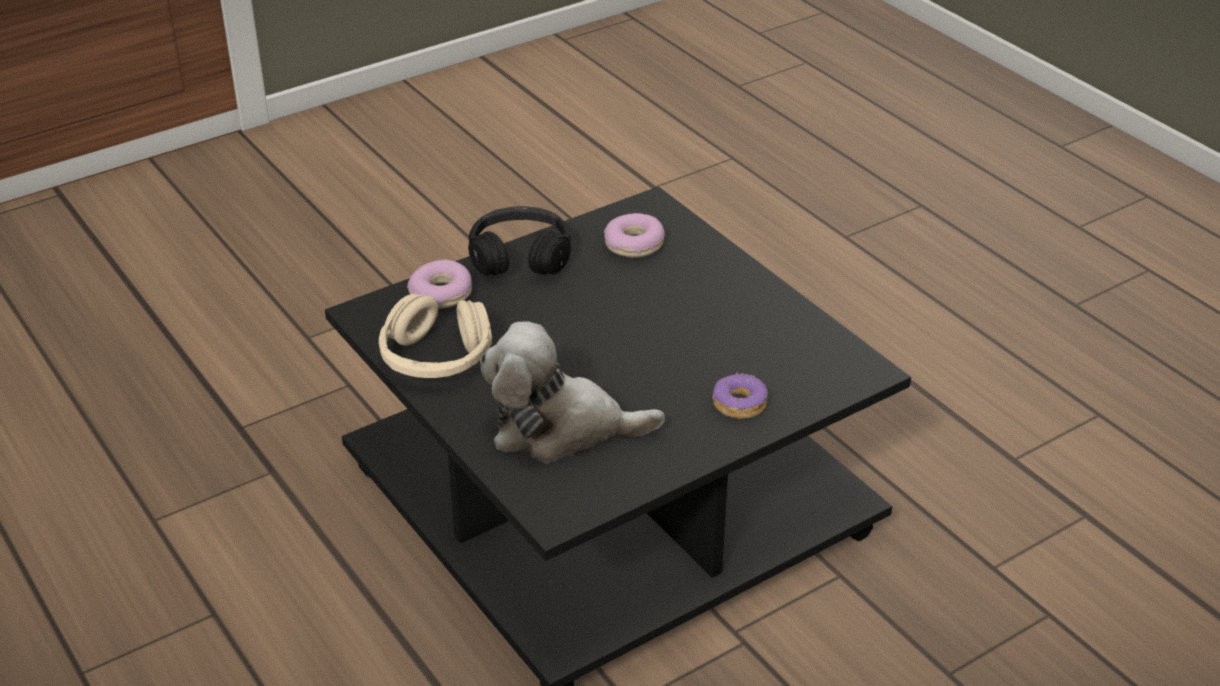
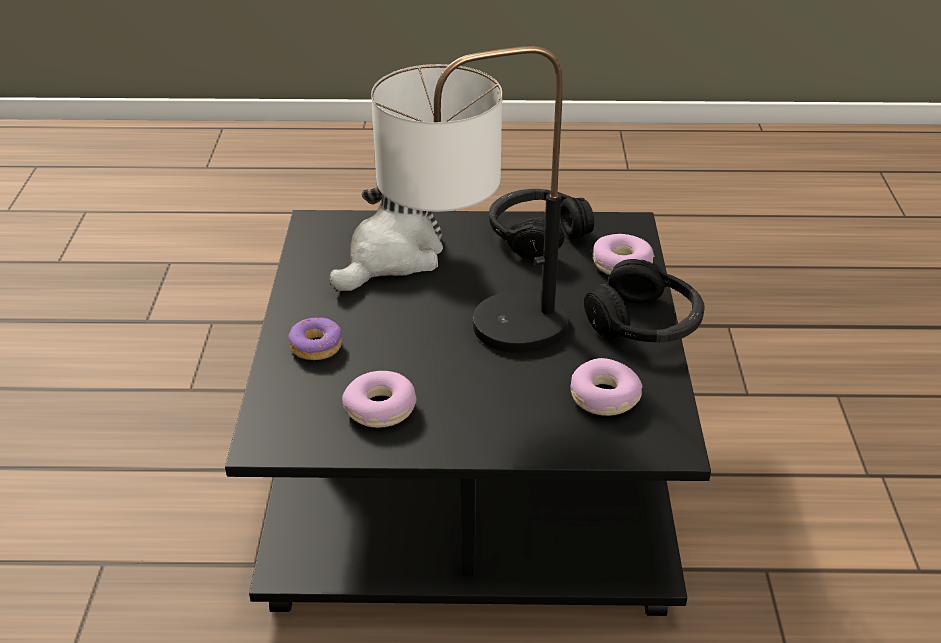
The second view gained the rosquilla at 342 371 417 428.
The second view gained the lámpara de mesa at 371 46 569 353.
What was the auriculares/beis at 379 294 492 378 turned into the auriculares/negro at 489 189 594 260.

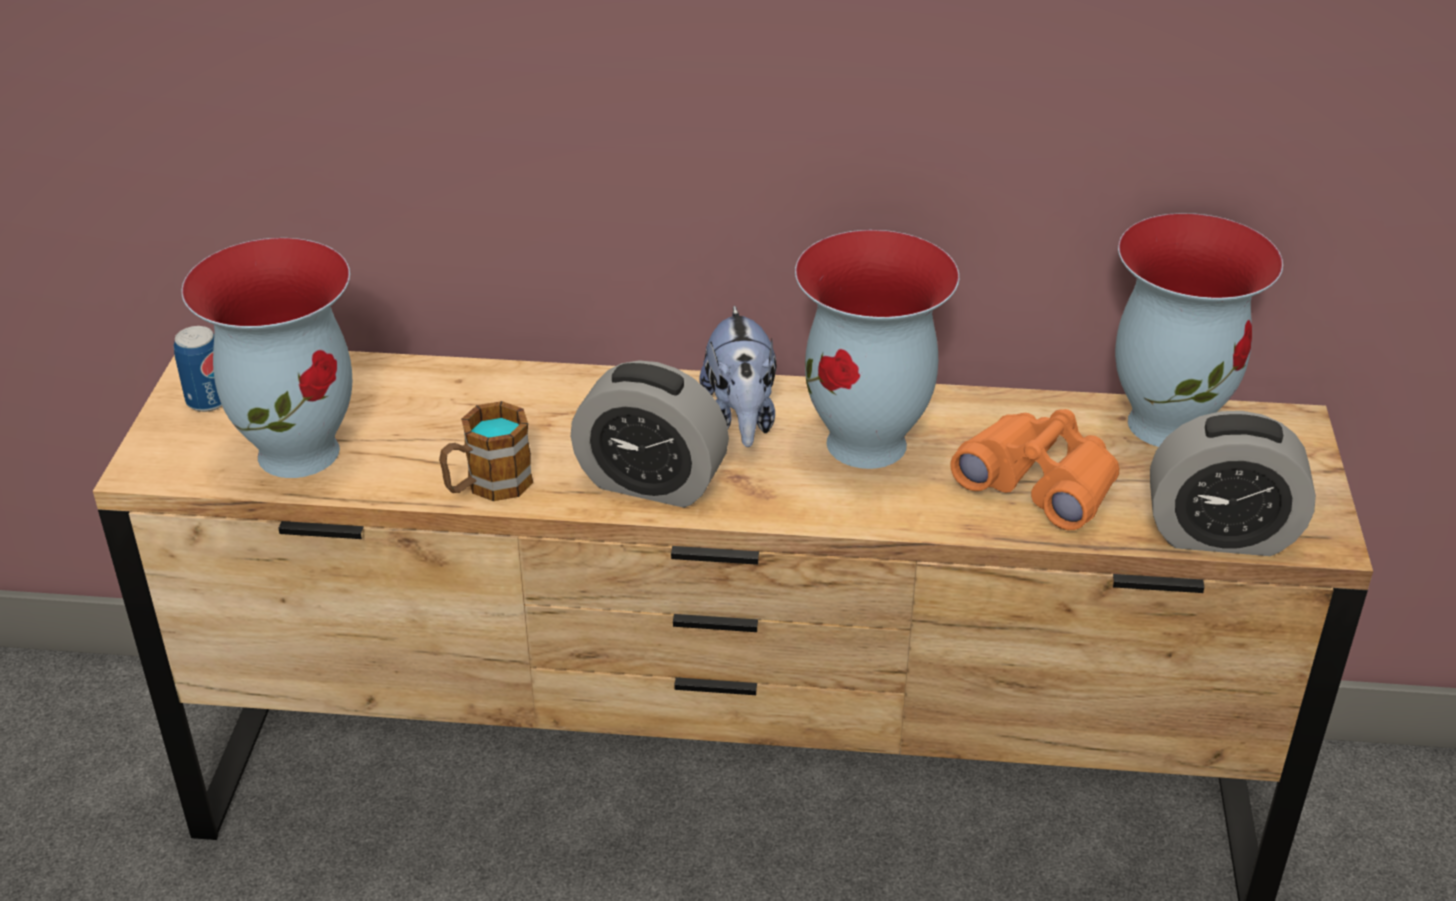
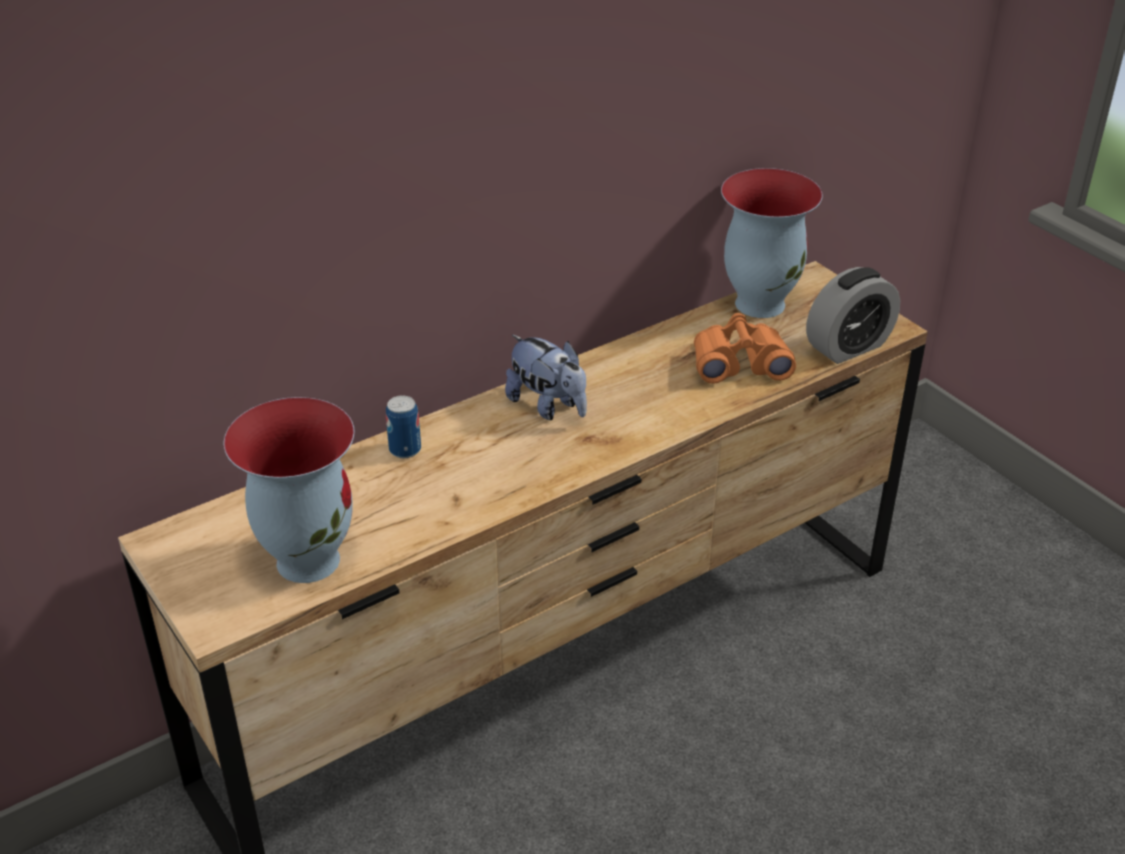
The second view lost the taza grande at 439 401 533 501.
The second view lost the despertador at 571 360 729 508.
The second view lost the florero at 795 230 959 469.
The lata ended up elsewhere, having gone from 174 326 222 412 to 386 395 421 458.

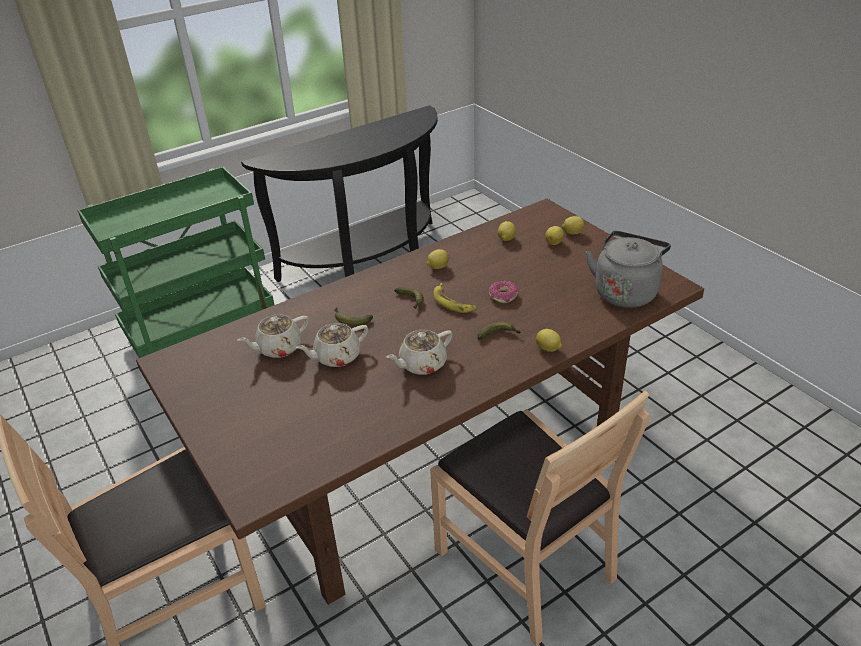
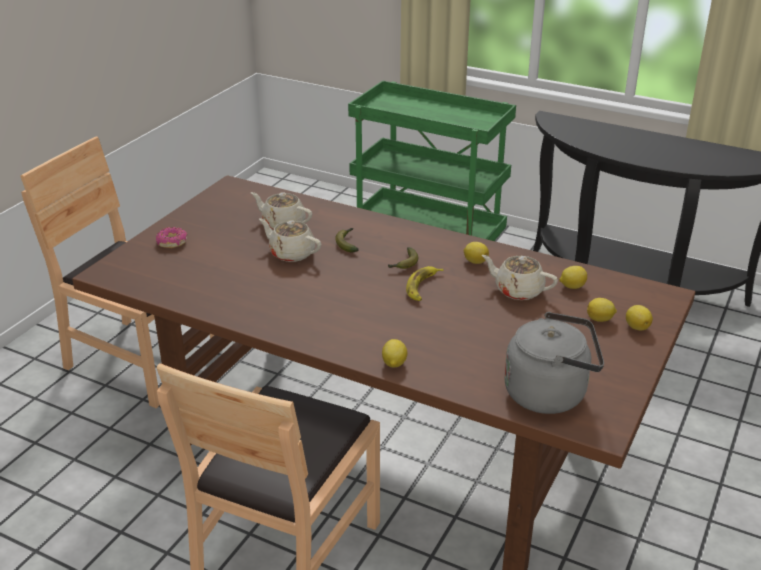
The second view lost the plátano at 478 321 521 340.
The tetera/beis ended up elsewhere, having gone from 386 330 453 375 to 482 255 558 300.
The rosquilla ended up elsewhere, having gone from 489 281 519 303 to 156 227 188 248.

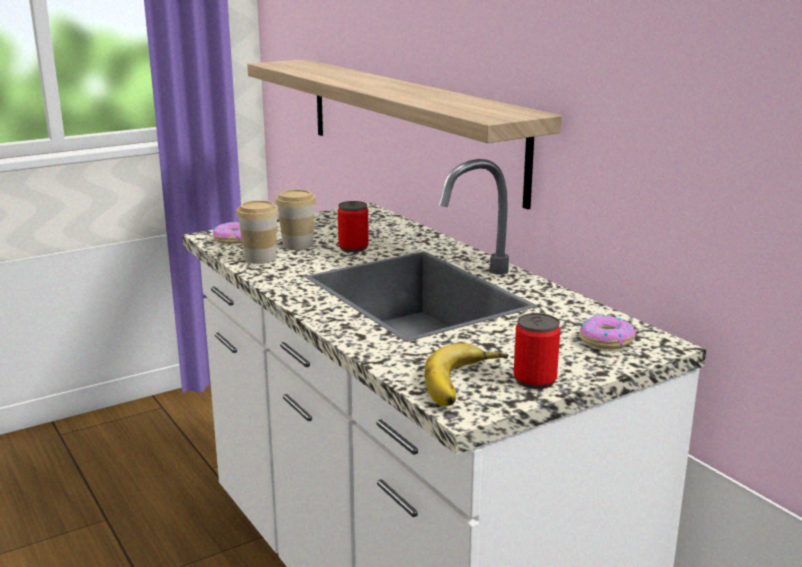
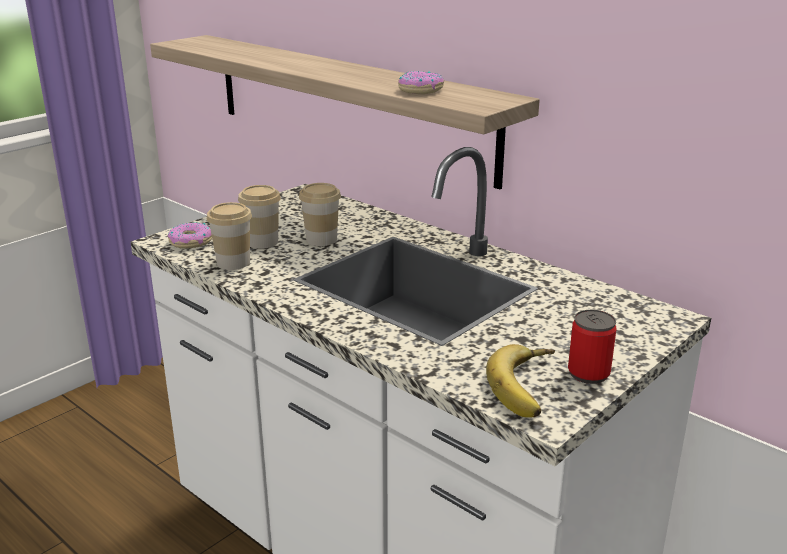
The rosquilla ended up elsewhere, having gone from 580 315 636 349 to 398 71 444 94.
Where the lata stood at 338 201 369 252, the taza came to stand at 299 183 341 246.

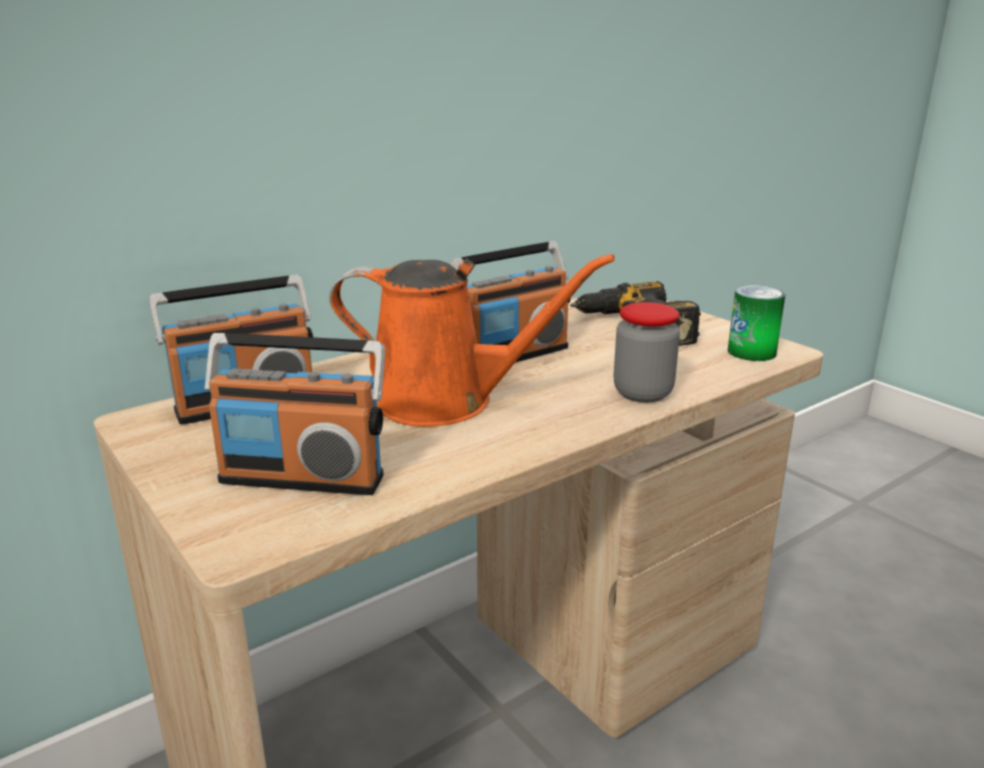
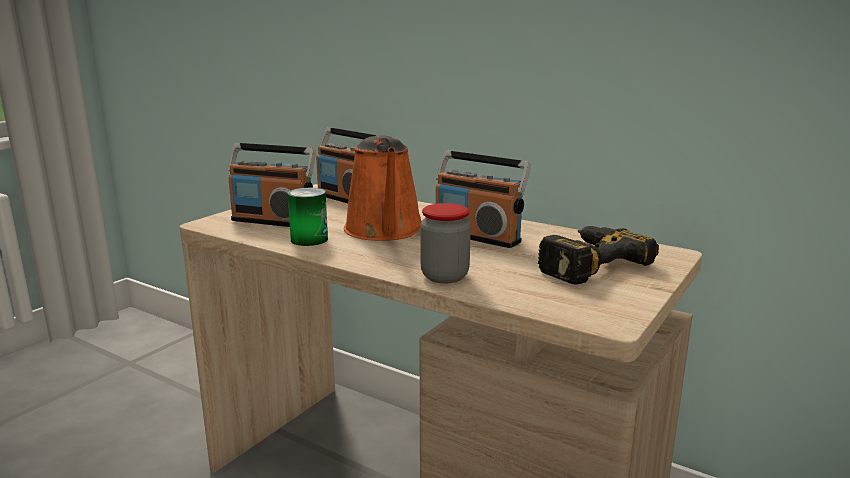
The lata ended up elsewhere, having gone from 728 285 786 361 to 288 188 328 246.
The radio at 204 333 385 495 ended up facing another way, 60 degrees counterclockwise from before.

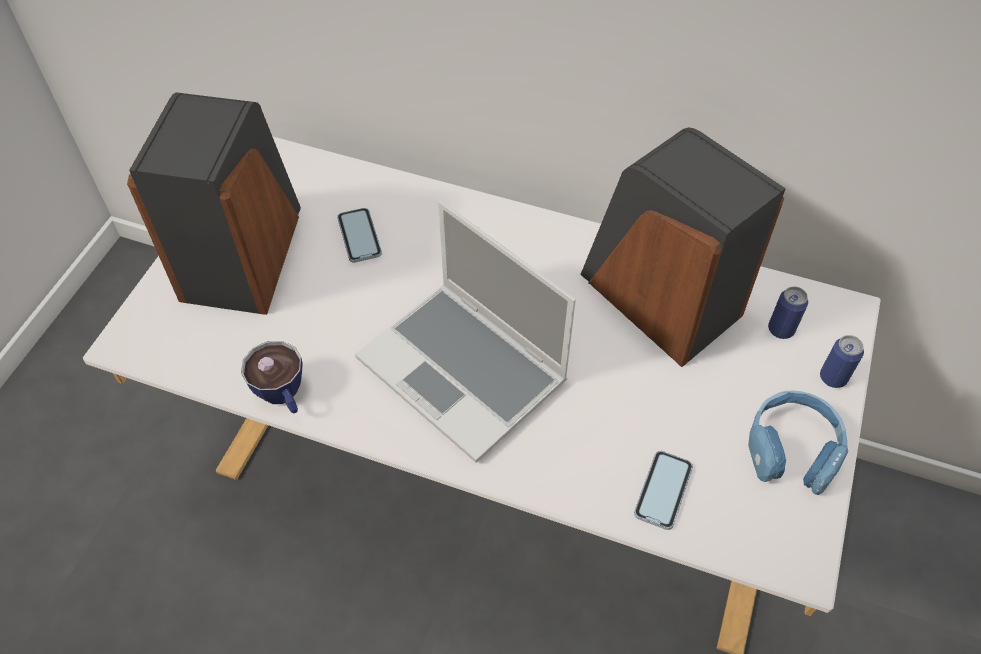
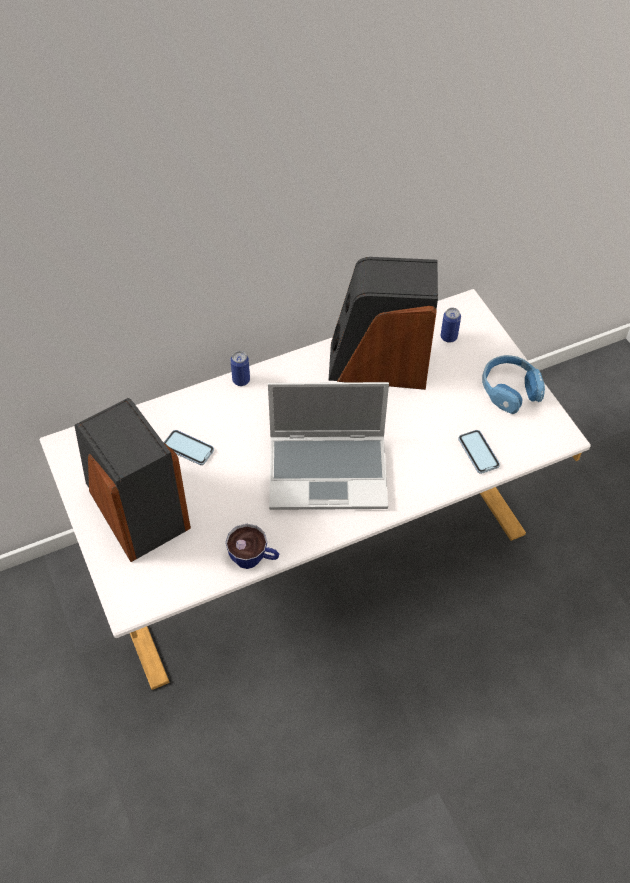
The lata ended up elsewhere, having gone from 820 335 864 388 to 231 351 250 386.

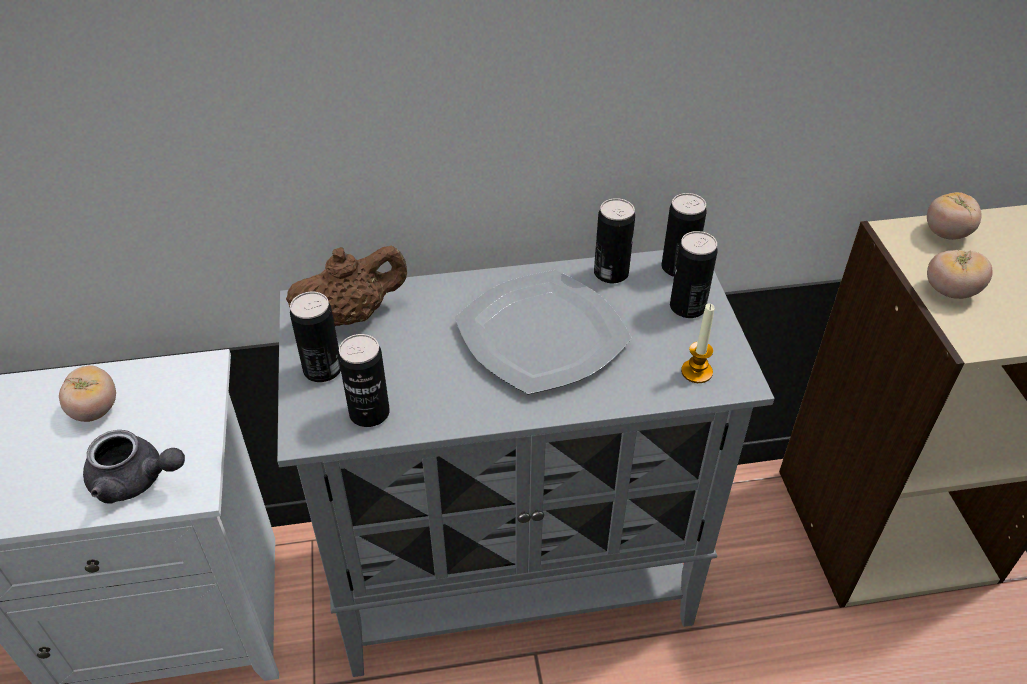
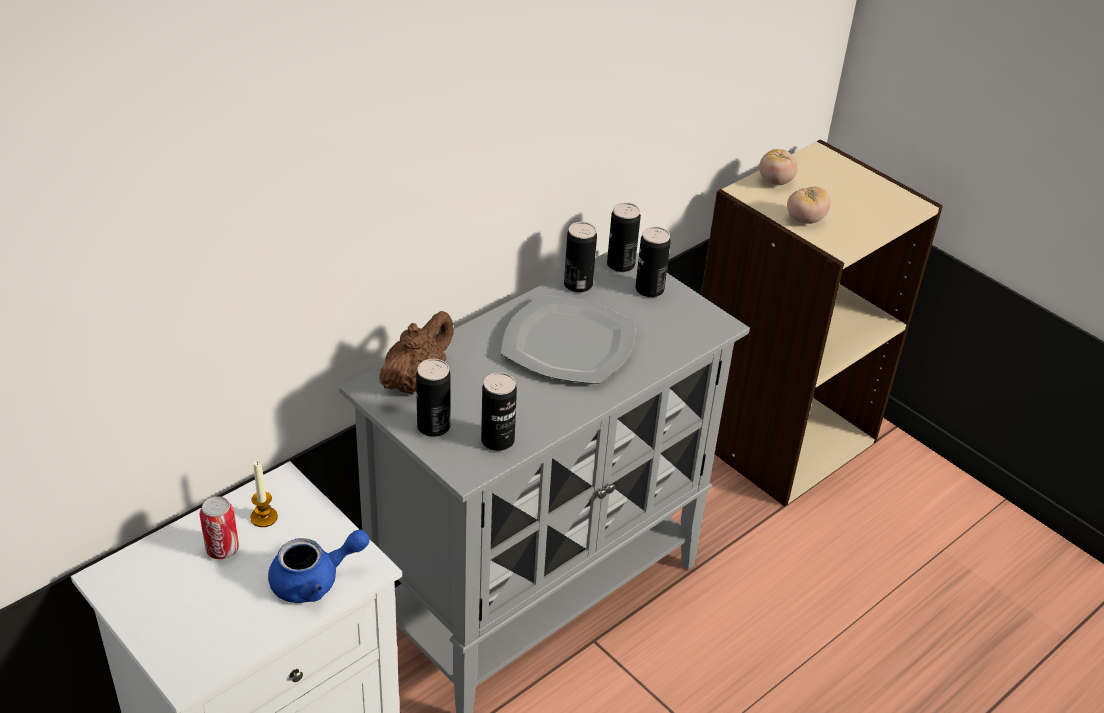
The vela ended up elsewhere, having gone from 681 304 715 383 to 250 460 278 527.
Where the tomate stood at 59 366 116 422, the lata came to stand at 200 496 239 559.
What was the tetera/gris at 83 430 185 504 turned into the tetera/azul at 268 530 369 603.

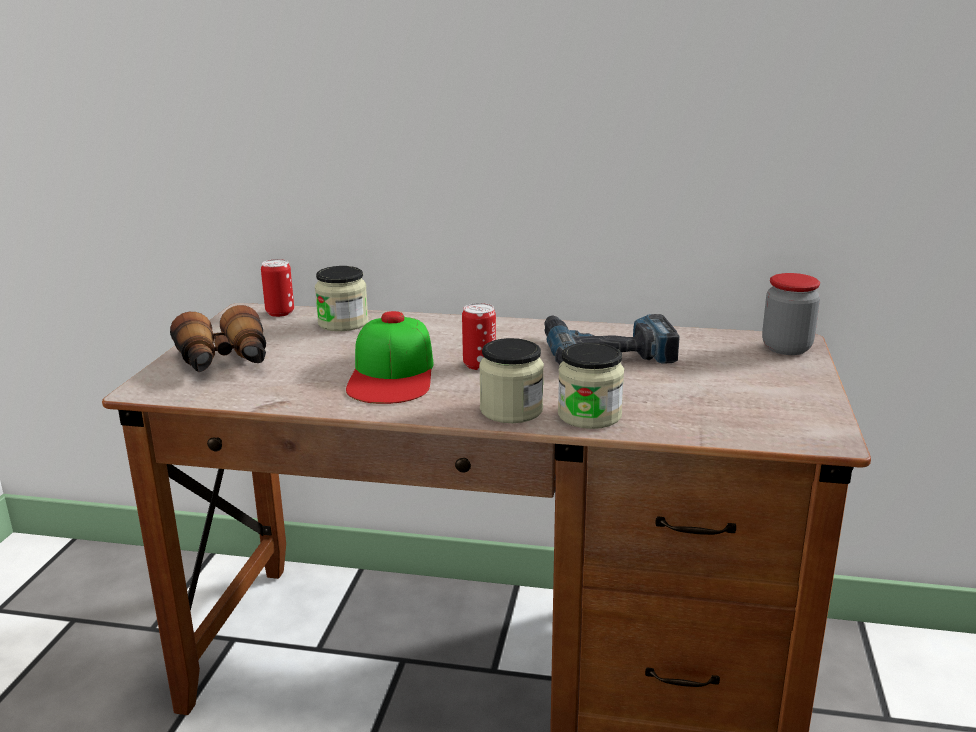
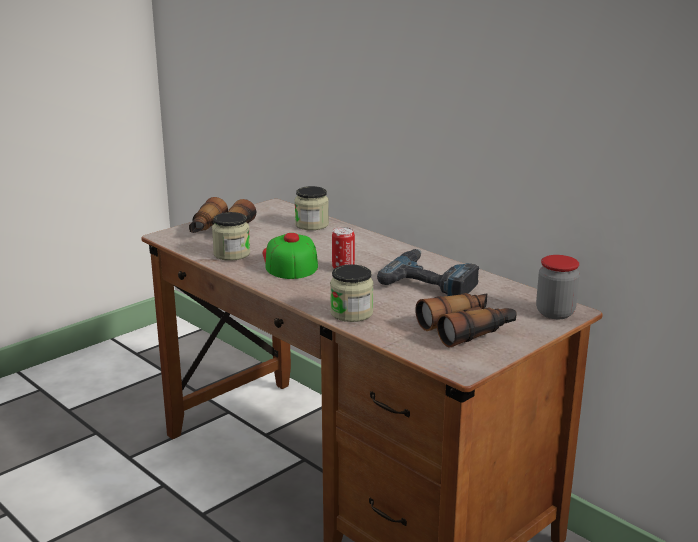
The second view lost the lata at 261 259 294 317.
The second view gained the prismáticos at 415 293 517 347.
The tarro ended up elsewhere, having gone from 479 338 544 423 to 212 212 250 261.
The gorra at 346 311 434 404 ended up facing another way, 135 degrees clockwise from before.

